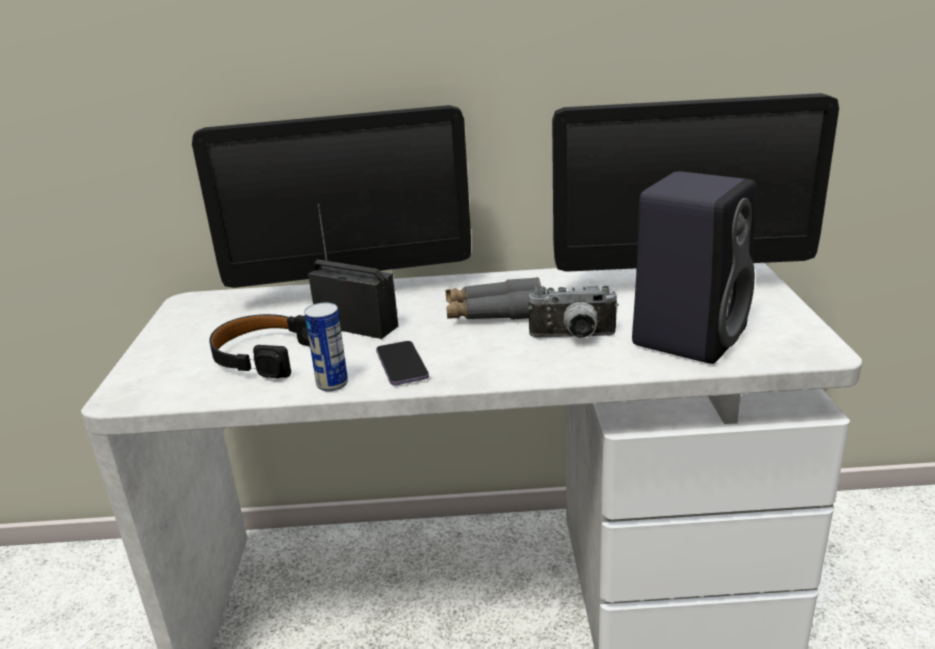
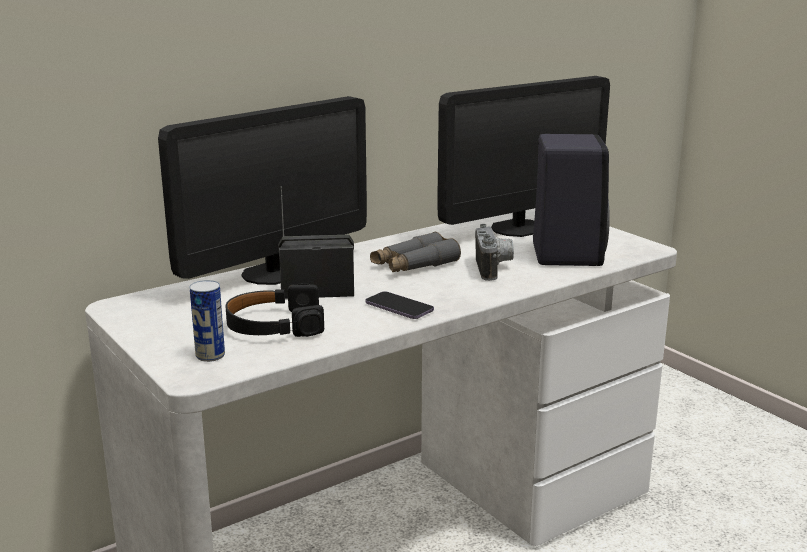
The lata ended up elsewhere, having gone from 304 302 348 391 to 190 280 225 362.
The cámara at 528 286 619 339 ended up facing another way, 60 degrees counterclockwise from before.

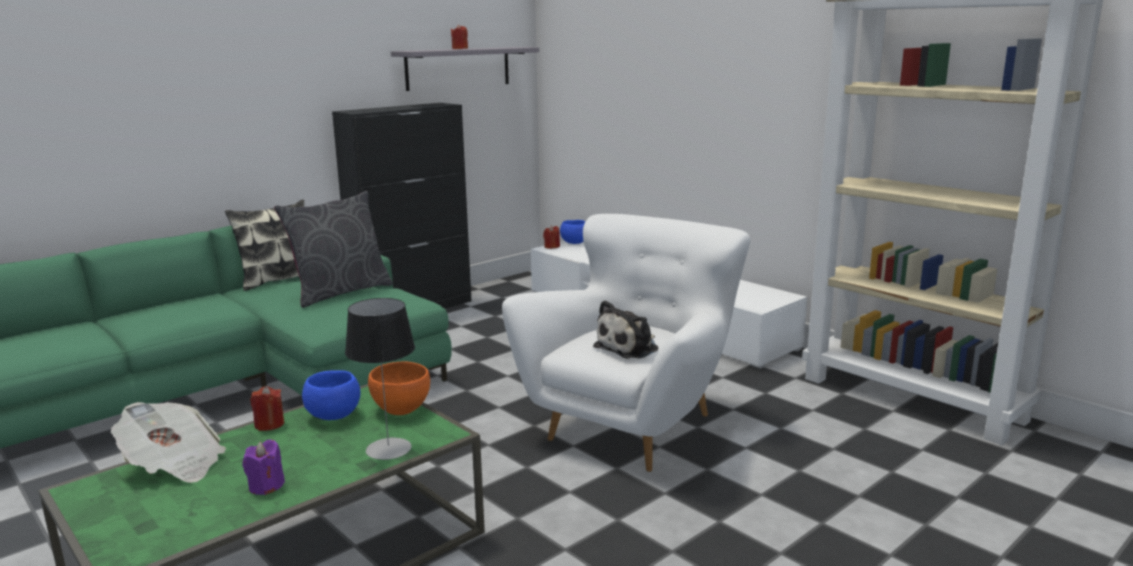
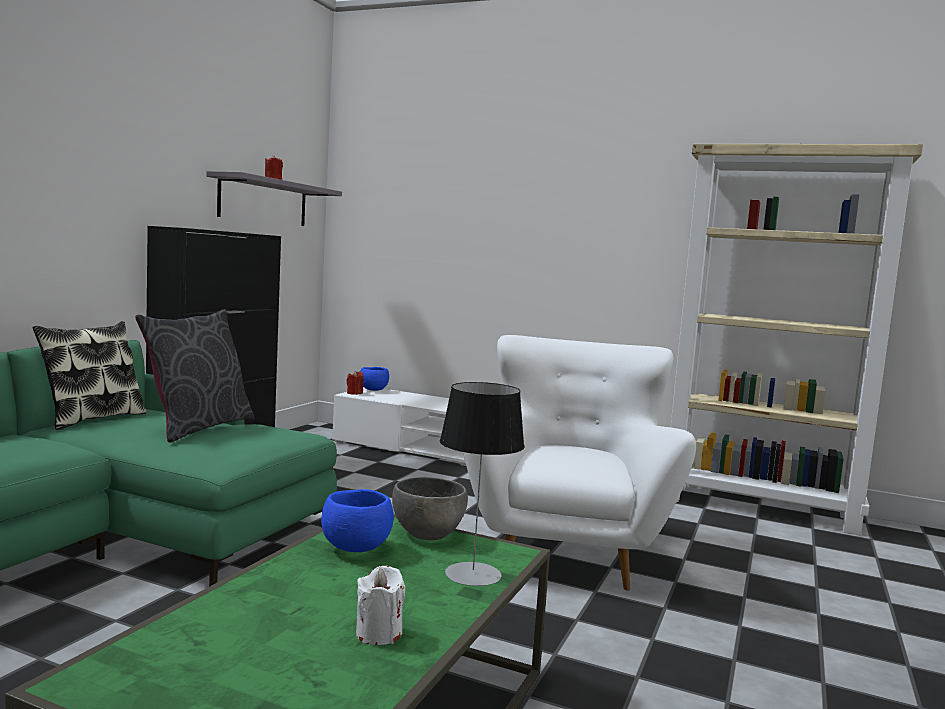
The second view lost the periódico at 111 402 226 483.
The second view lost the vela/rojo at 250 386 284 431.
The second view lost the peluche at 593 300 659 359.
What was the vela/morado at 243 440 285 495 turned into the vela/blanco at 356 566 405 645.
What was the cuenco/naranja at 368 362 430 415 turned into the cuenco/gris at 392 477 468 540.

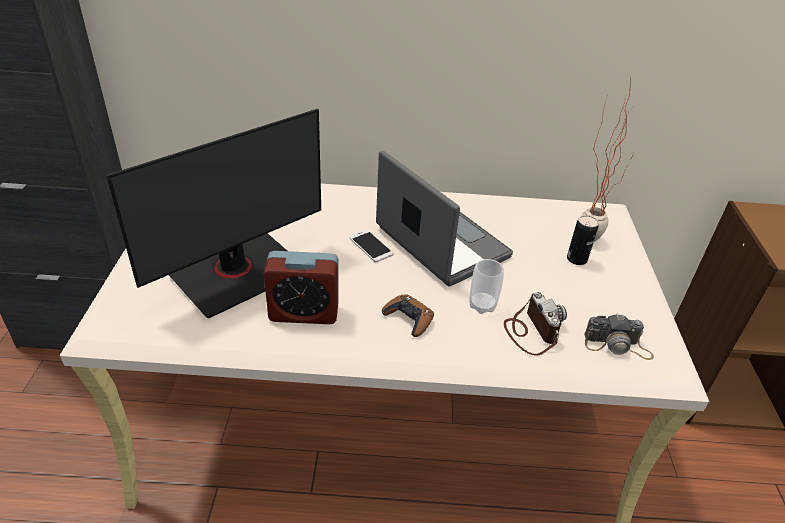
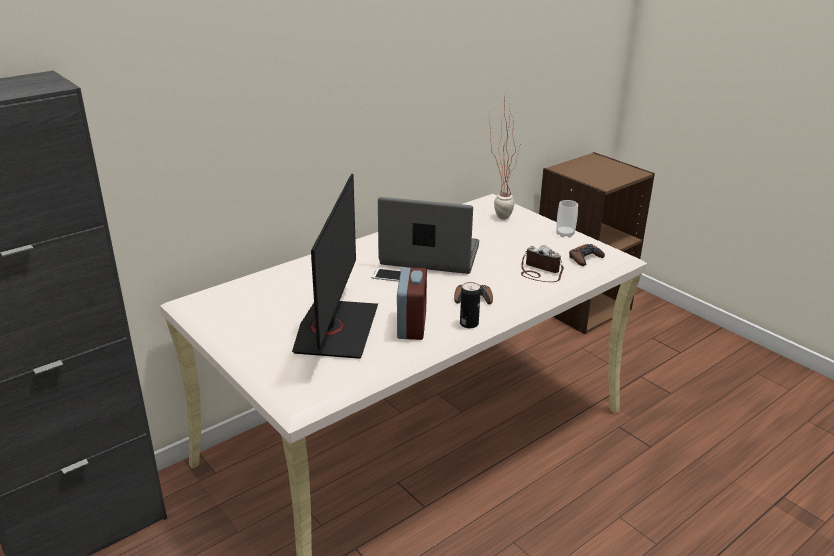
The taza ended up elsewhere, having gone from 469 259 504 314 to 556 200 578 238.
The lata ended up elsewhere, having gone from 567 215 599 265 to 460 282 481 329.
Where the cámara stood at 584 313 654 360, the mando de consola/marrón came to stand at 569 244 605 266.
The despertador at 264 251 339 324 ended up facing another way, 45 degrees counterclockwise from before.

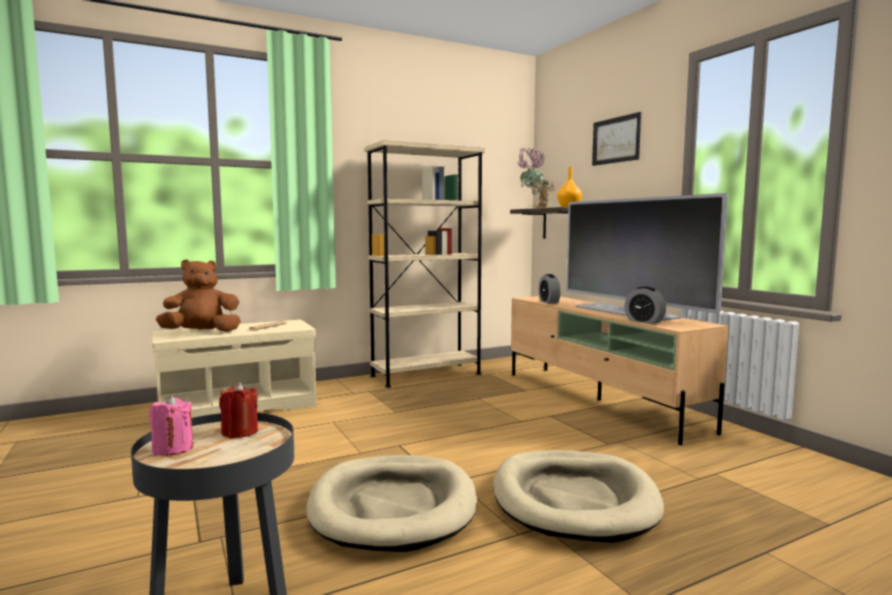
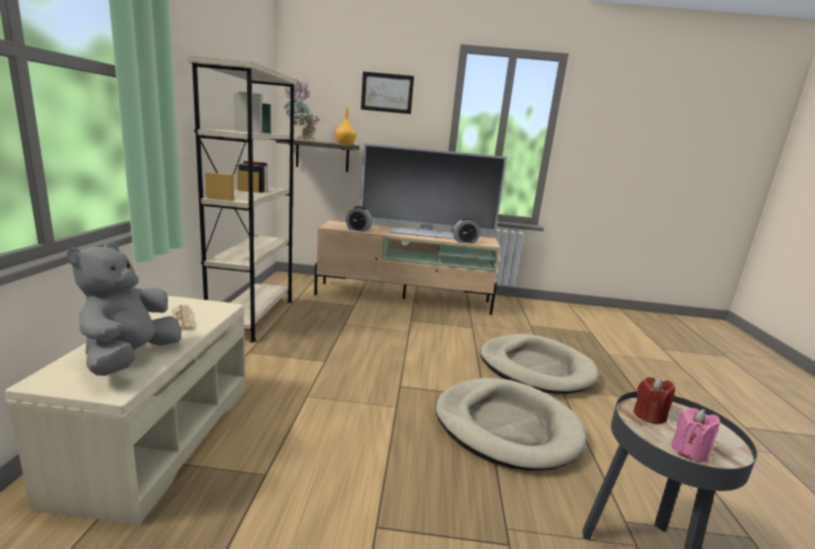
What was the peluche/marrón at 156 259 241 332 turned into the peluche/gris at 67 242 181 376.

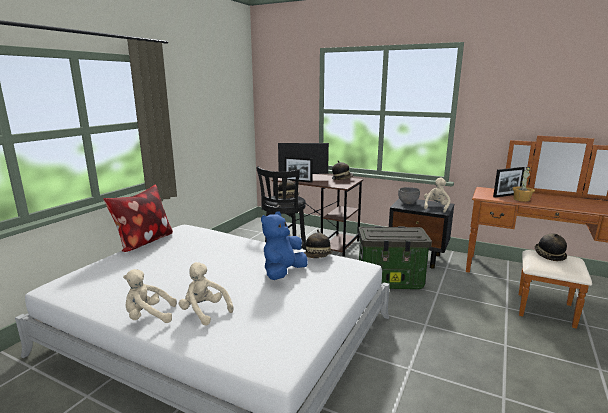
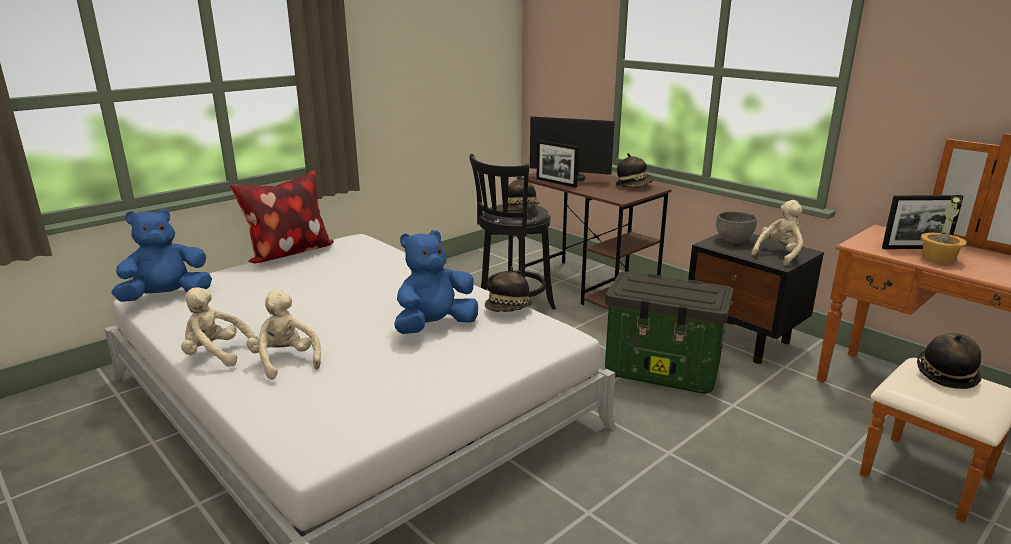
The second view gained the peluche/azul at 111 209 212 302.

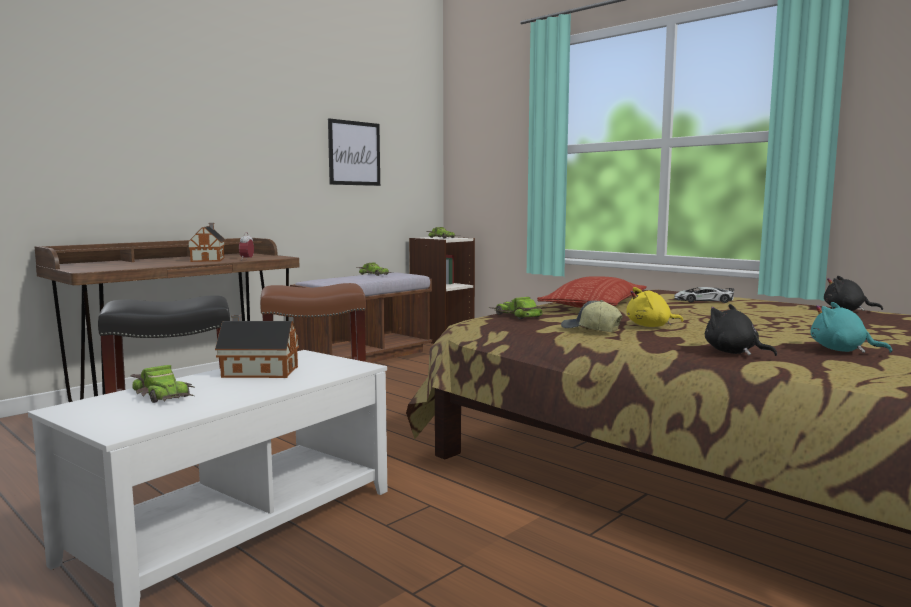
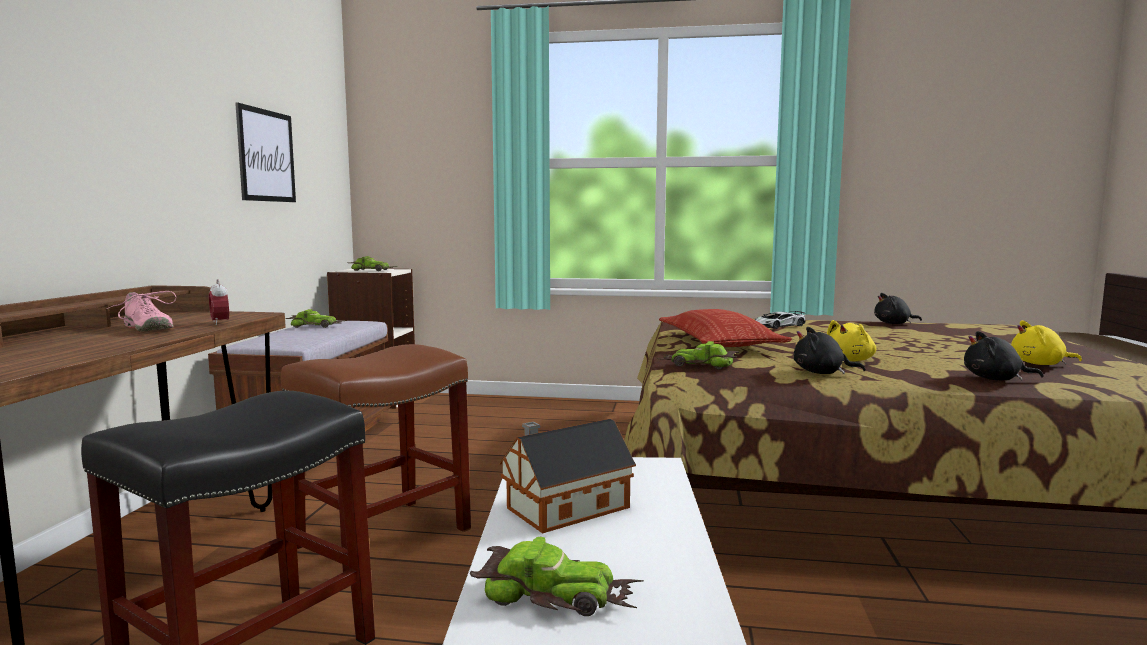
Where the casita stood at 187 223 226 262, the zapato/rosa came to stand at 107 291 177 332.
Where the gorra stood at 561 300 623 332, the peluche/negro came to stand at 794 327 866 374.
What was the peluche/turquesa at 811 302 892 353 turned into the peluche/amarillo at 1011 321 1082 365.

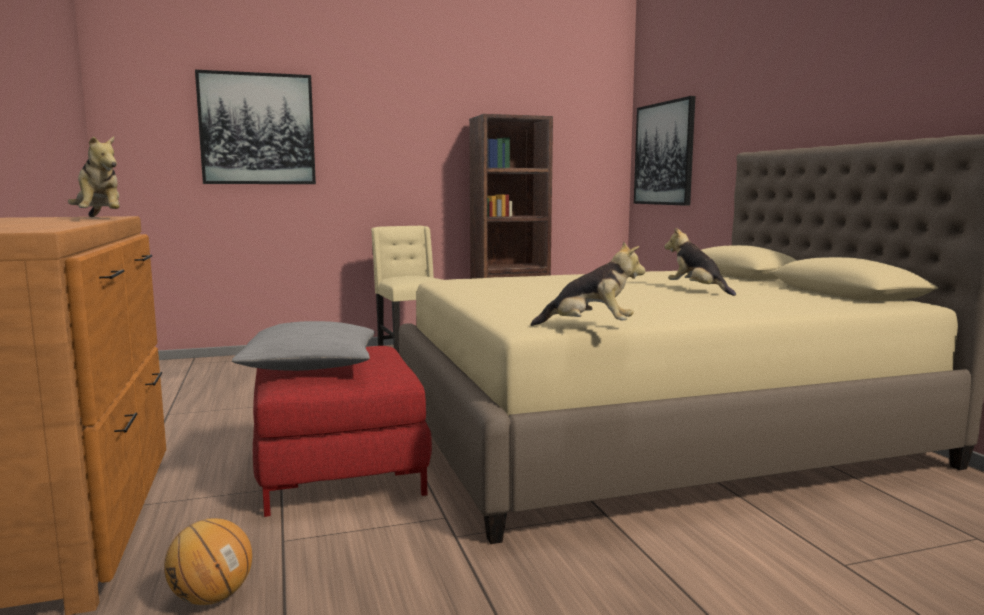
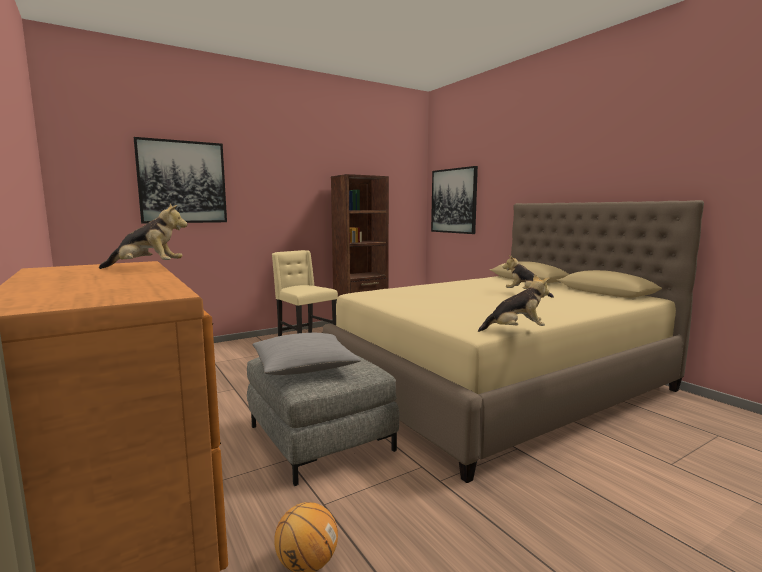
What was the puf/rojo at 253 346 432 517 turned into the puf/gris at 247 353 399 486.
The peluche at 68 136 120 217 ended up facing another way, 45 degrees counterclockwise from before.

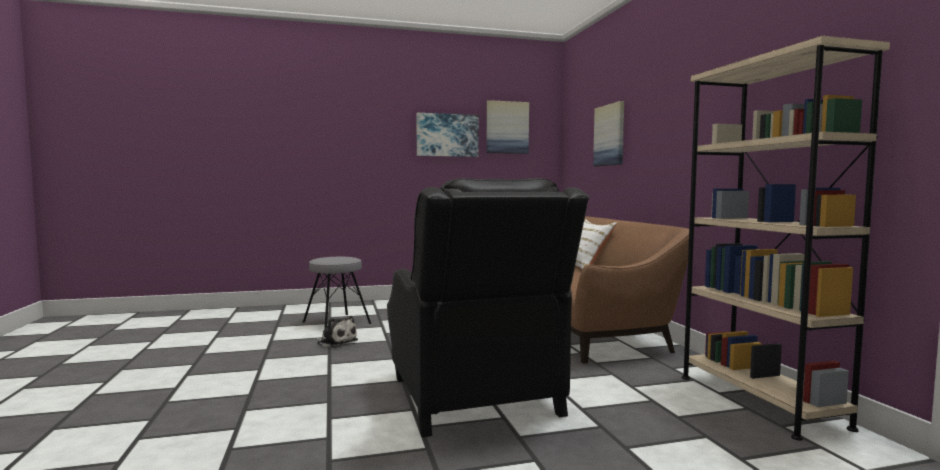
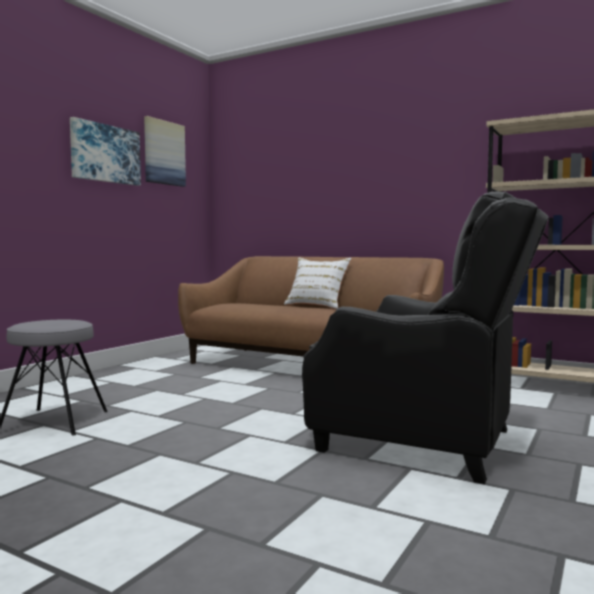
The second view lost the peluche at 316 316 358 348.
The second view lost the cuadro at 593 101 624 166.

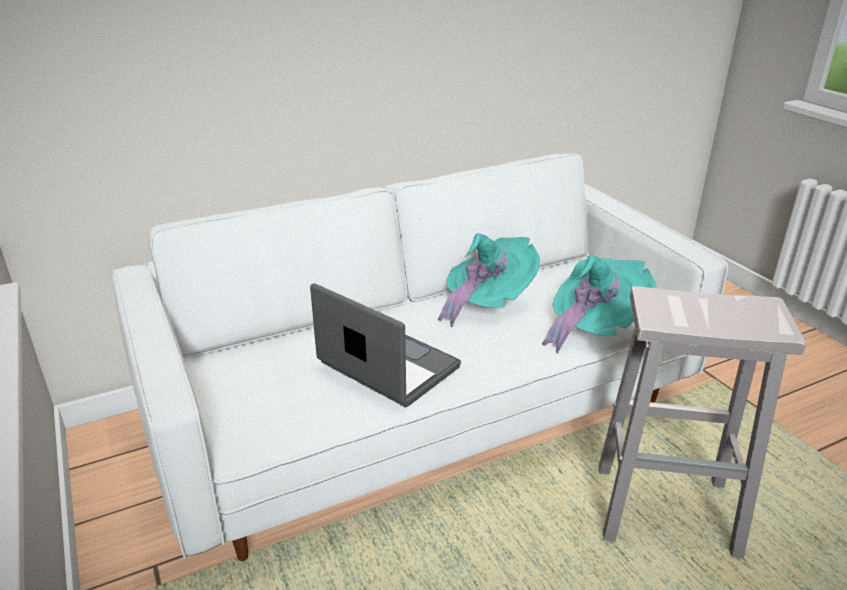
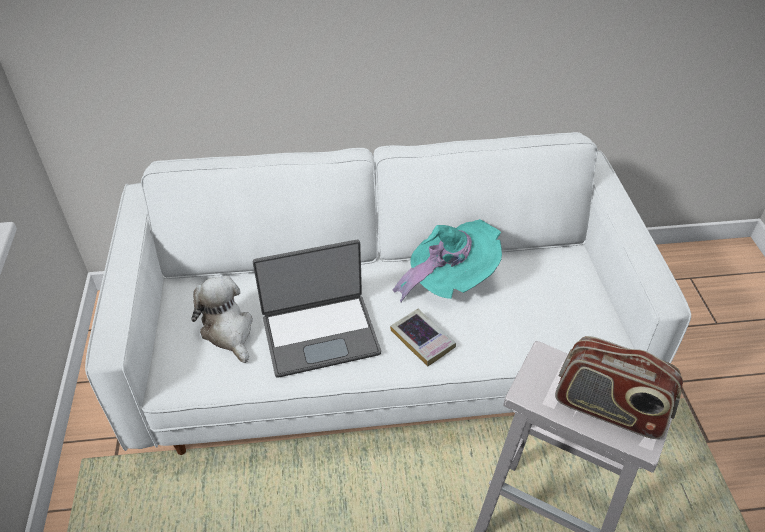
The second view lost the sombrero/turquesa at 542 255 656 353.
The second view gained the peluche at 191 276 253 363.
The second view gained the libro at 390 309 456 367.
The second view gained the radio at 555 336 683 439.
The portátil at 310 283 461 407 ended up facing another way, 105 degrees clockwise from before.

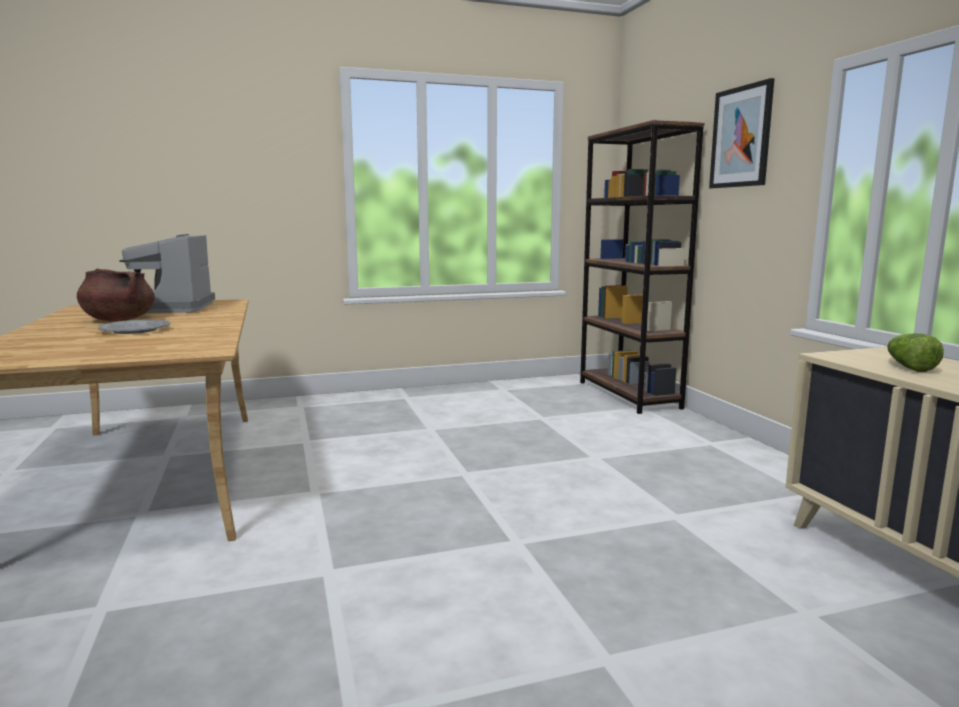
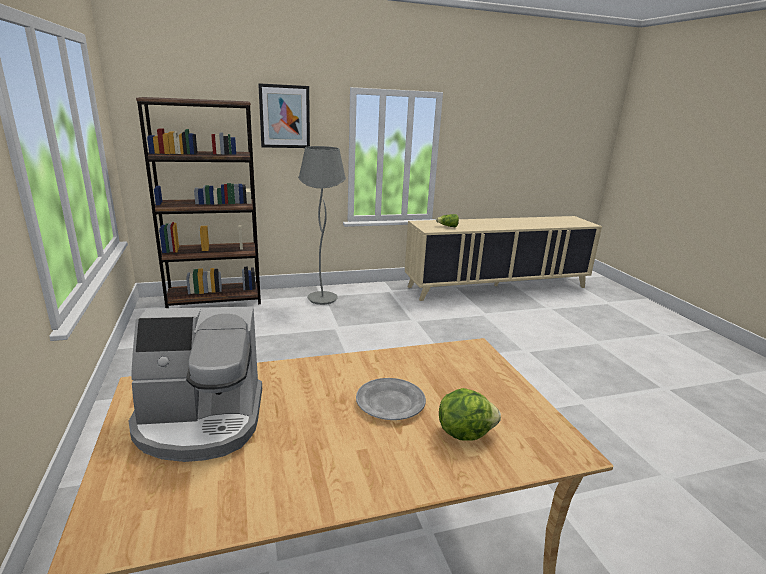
The second view lost the olla/marrón at 77 269 155 321.
The second view gained the lámpara de pie/gris at 298 146 346 305.
The second view gained the lechuga at 439 388 501 441.

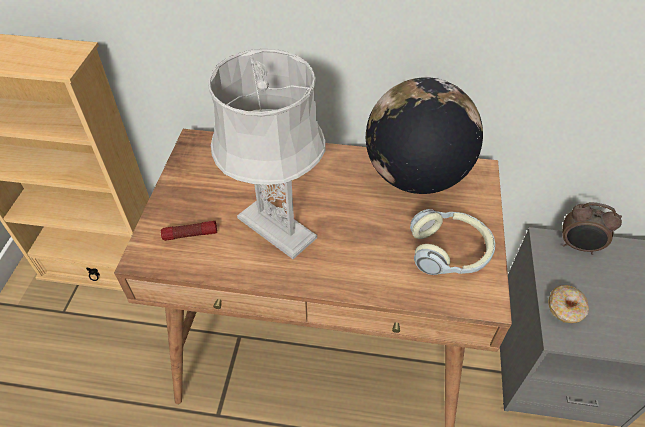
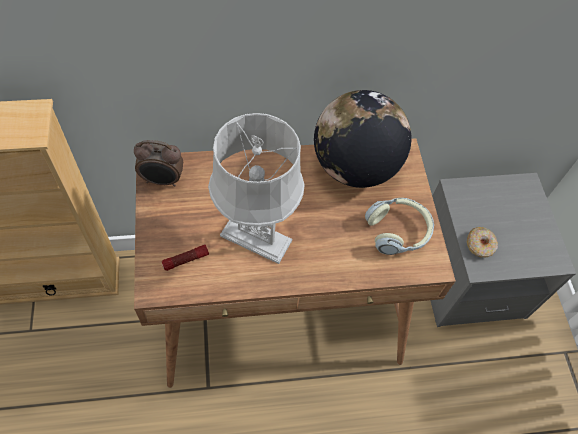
The despertador ended up elsewhere, having gone from 562 202 622 255 to 134 140 183 187.

